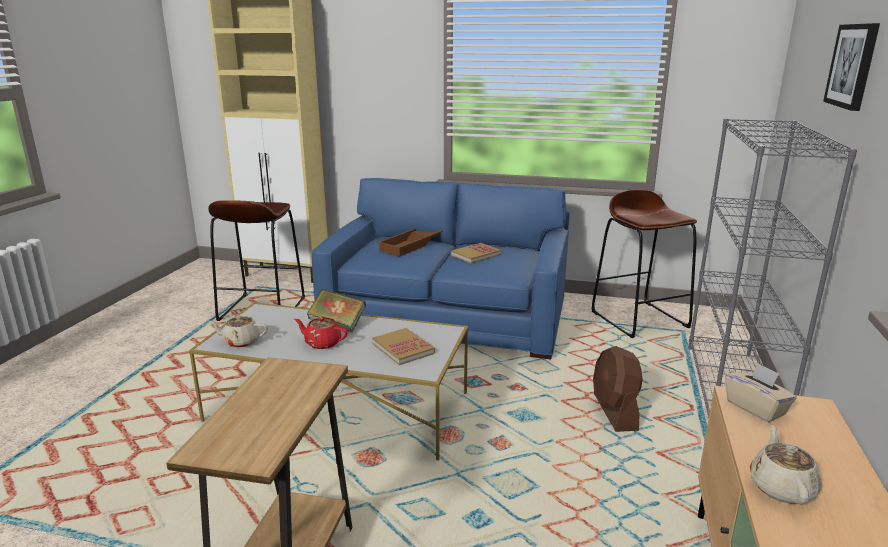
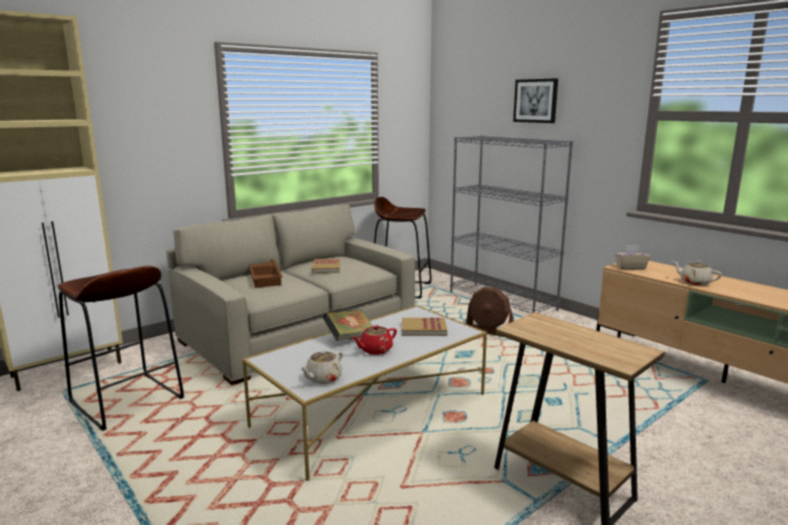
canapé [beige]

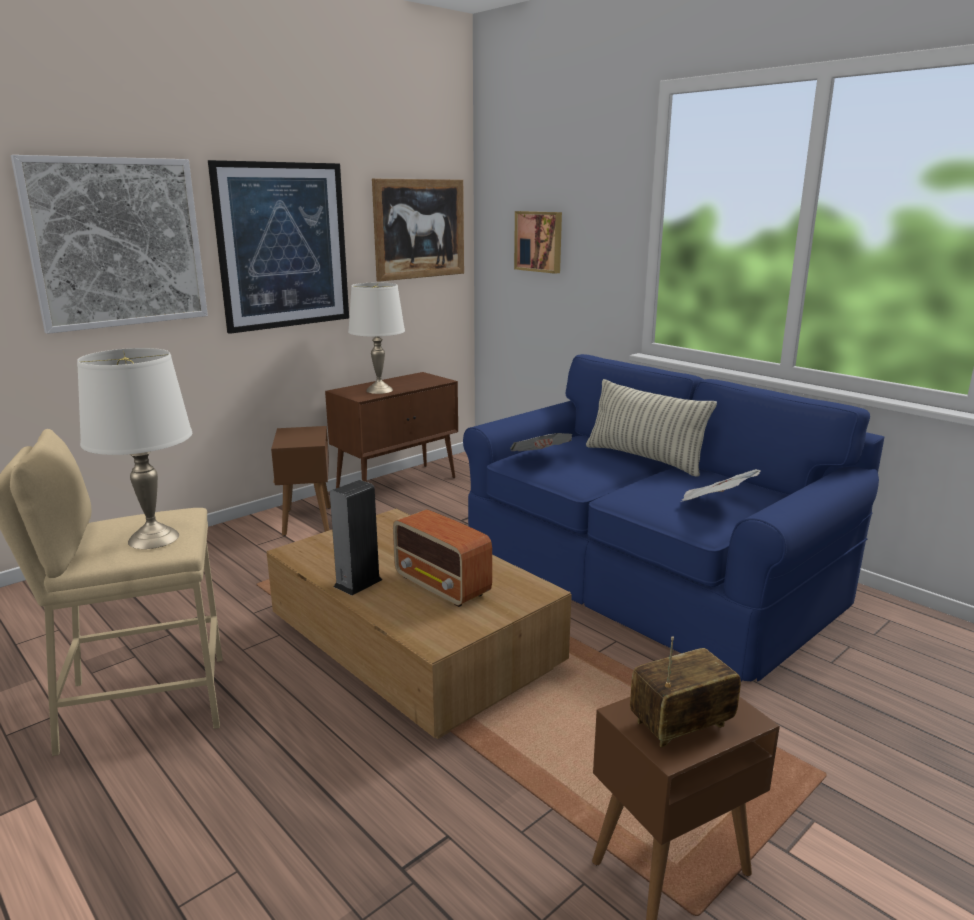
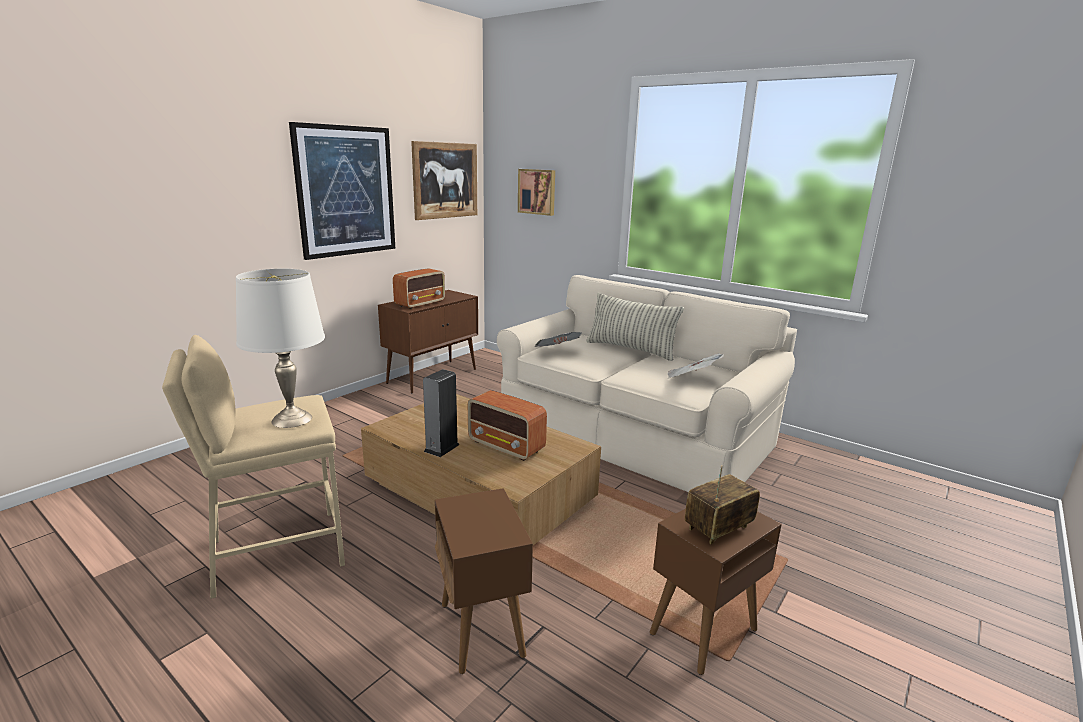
tableau (no. 1 from left in the first image)
table d'appoint [marron] (no. 1 from left)
radio (no. 1 from left)
canapé [beige]

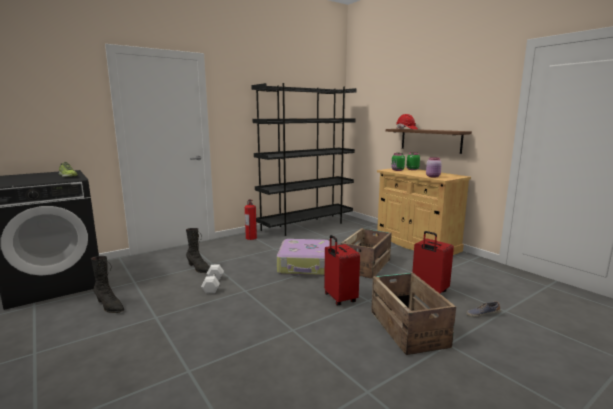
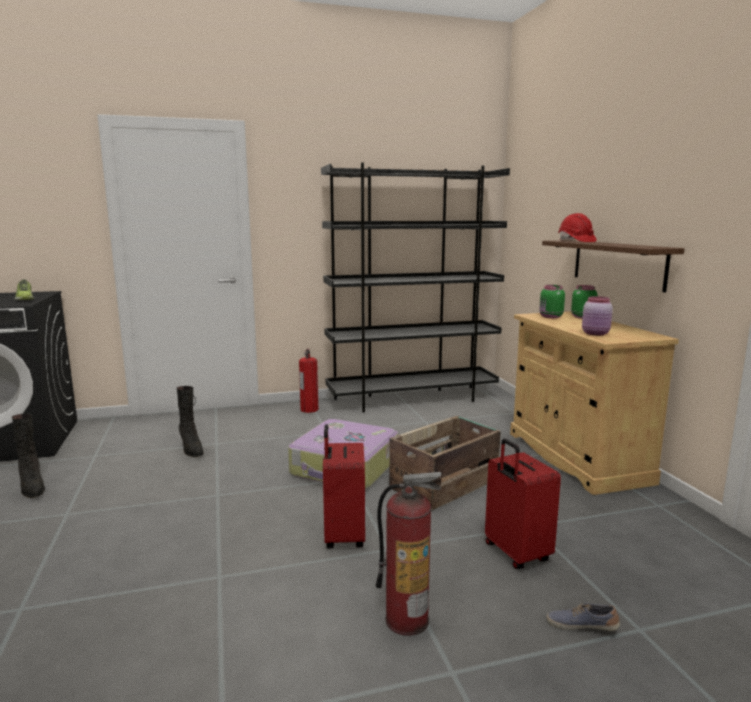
haltère [blanc]
extincteur (no. 2 from left)

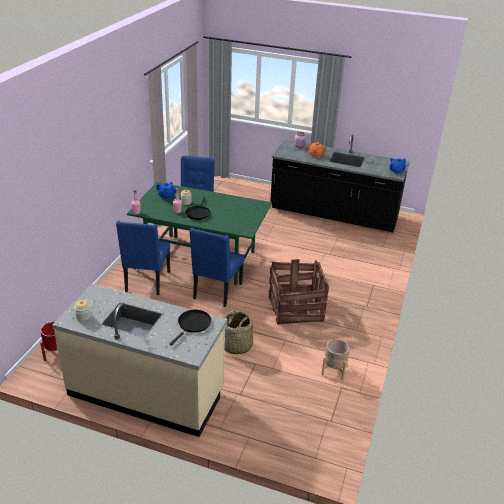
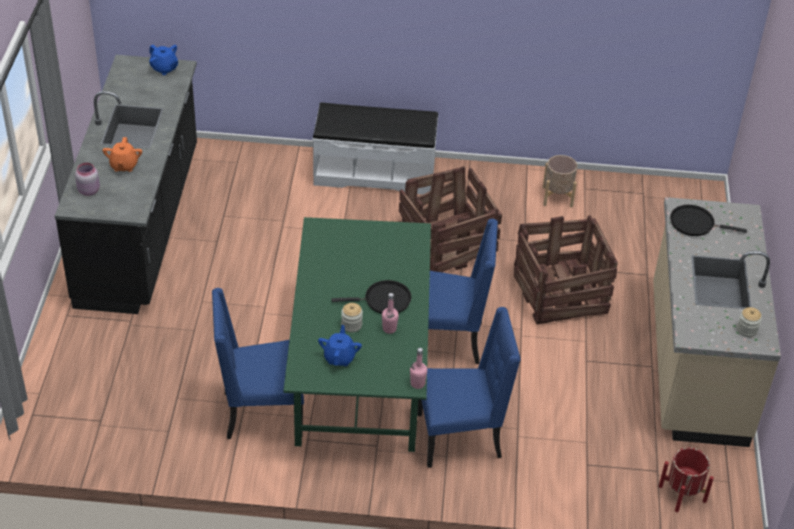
caisse (no. 2 from left)
banc [blanc]

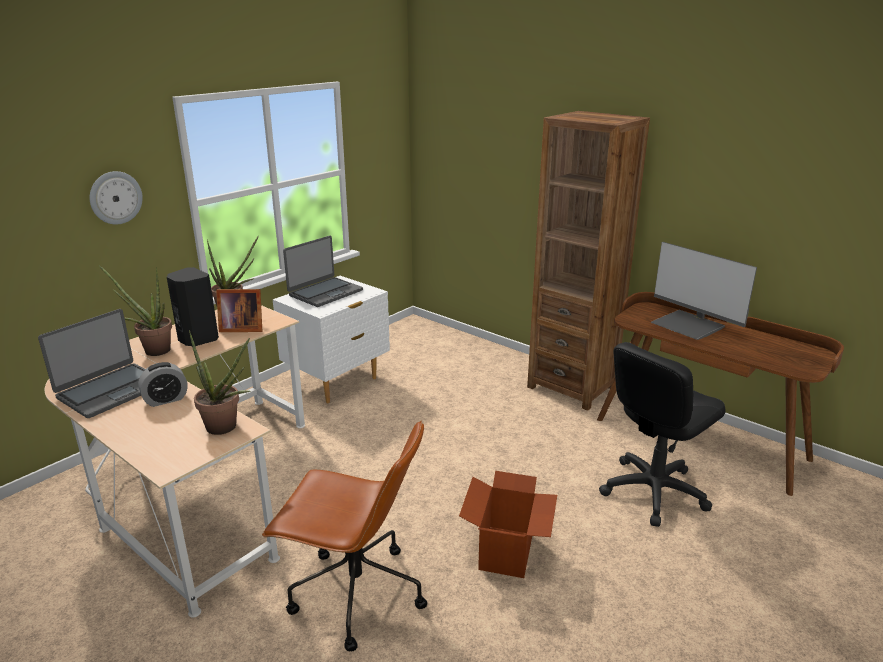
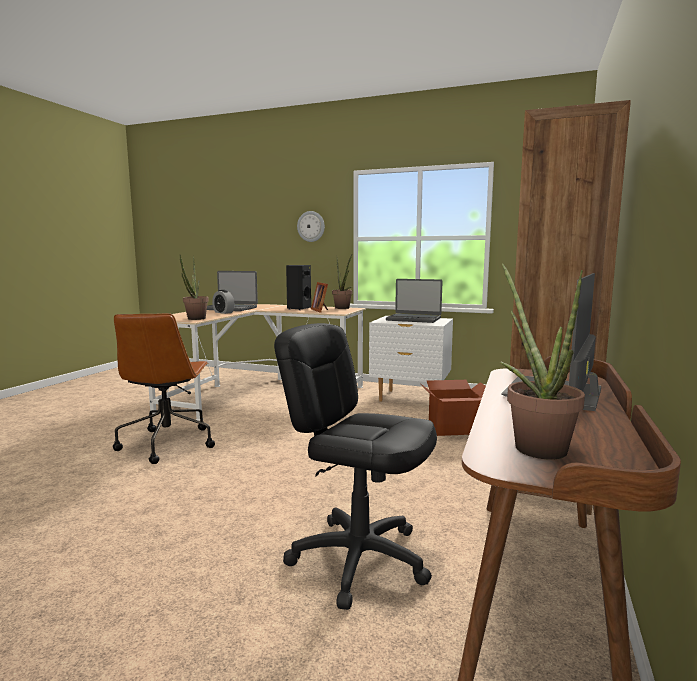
plante en pot (no. 3 from left)
carton

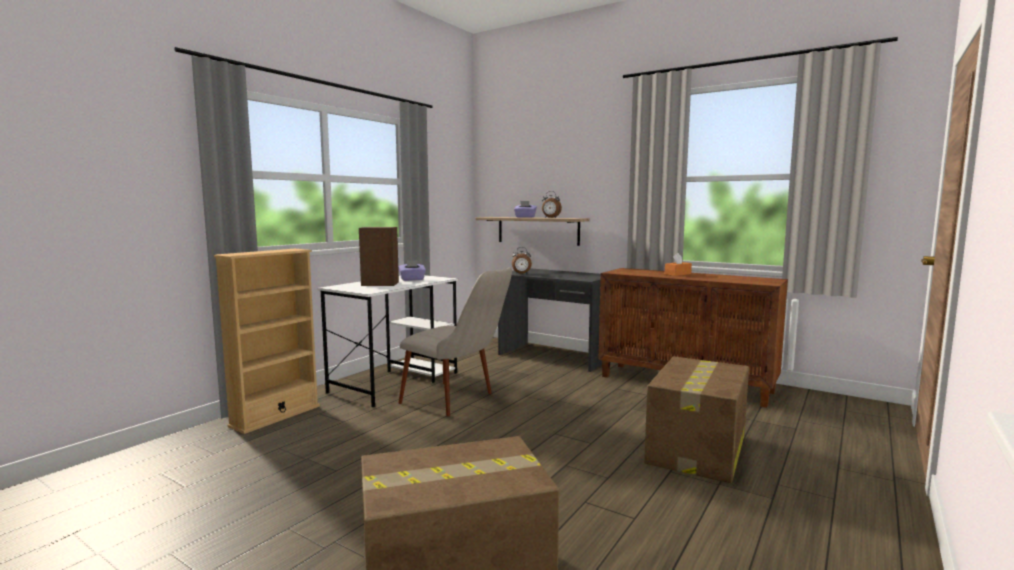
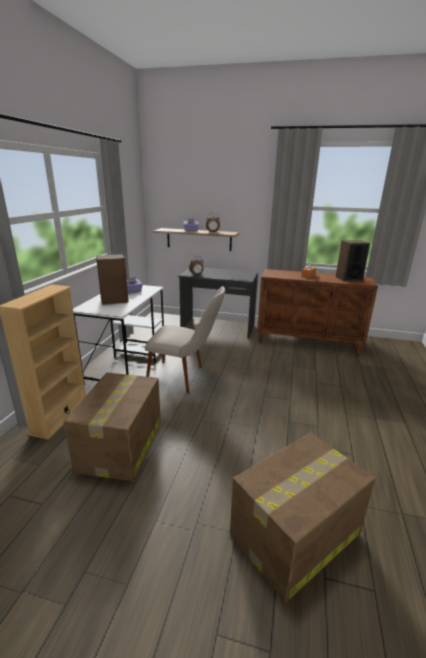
carton (no. 1 from left)
enceinte (no. 2 from left)

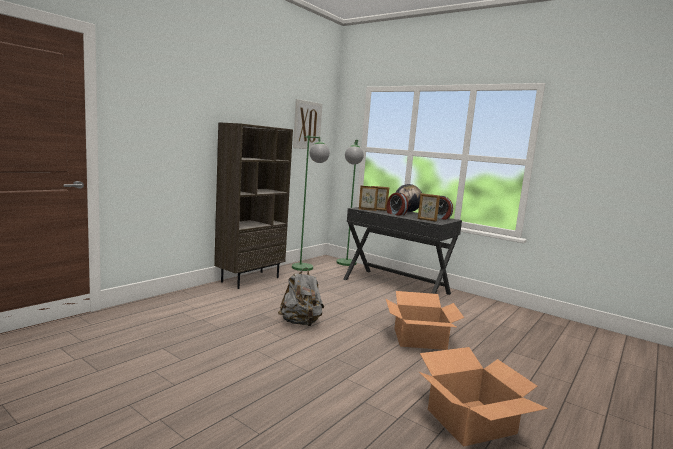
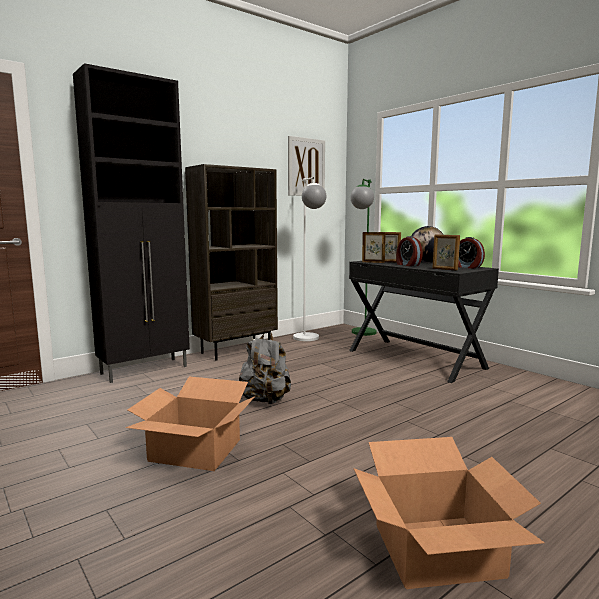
lampadaire [blanc]
carton (no. 1 from left)
meuble de rangement [noir]

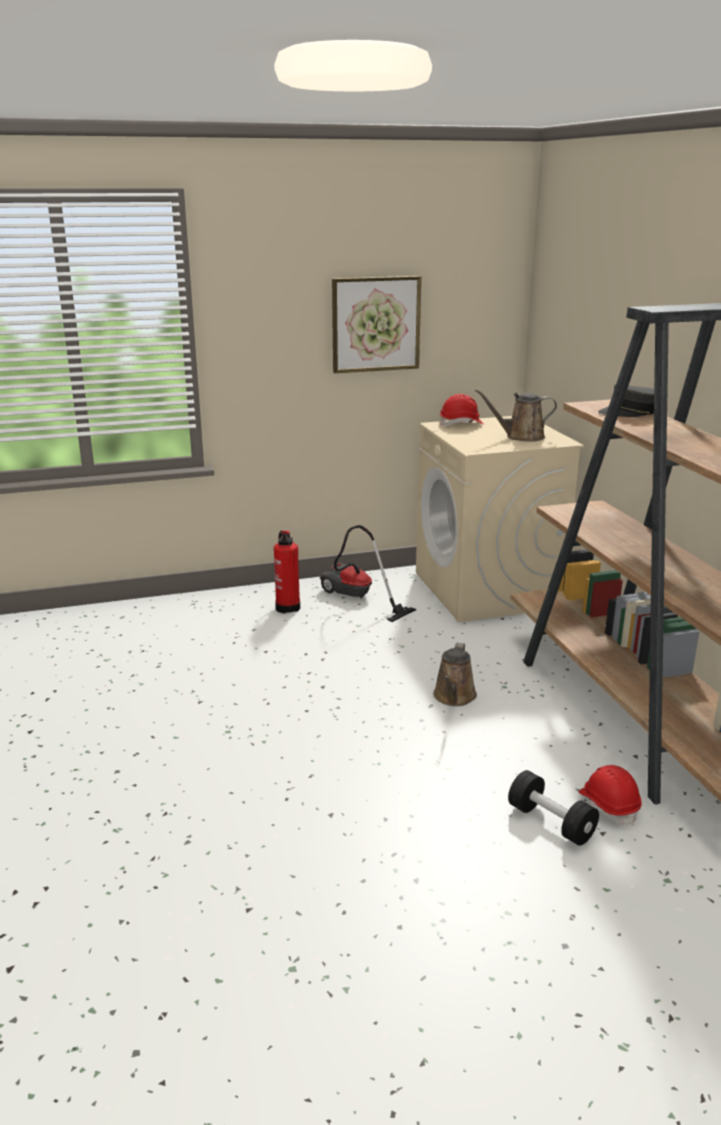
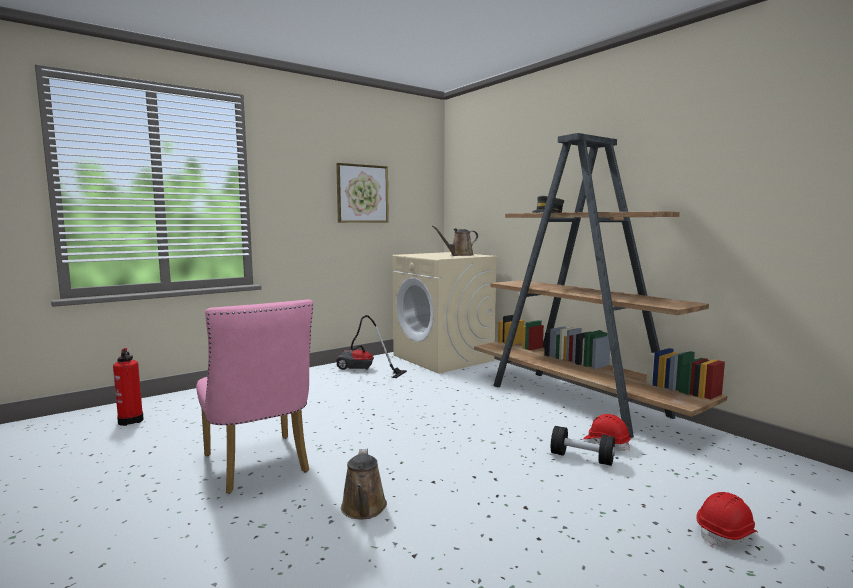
extincteur
arrosoir [marron] (no. 1 from left)
casque de chantier [rouge] (no. 2 from left)
chaise [rose]

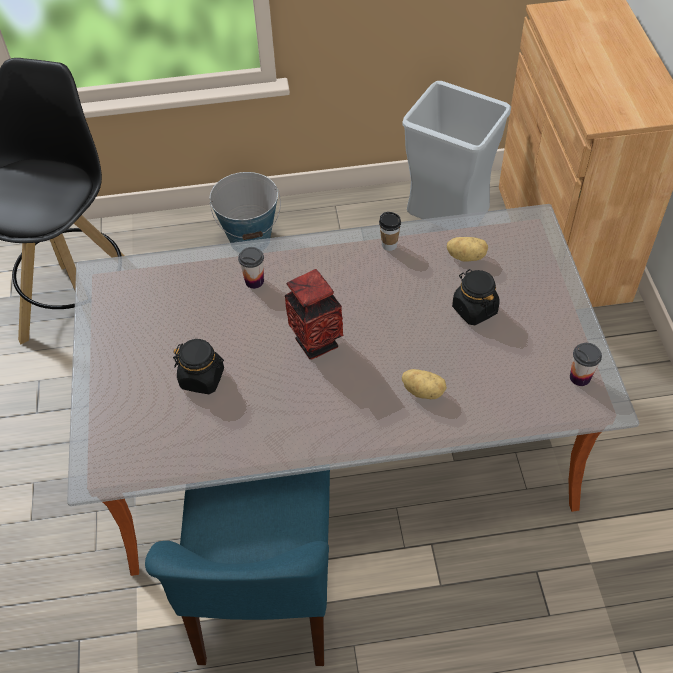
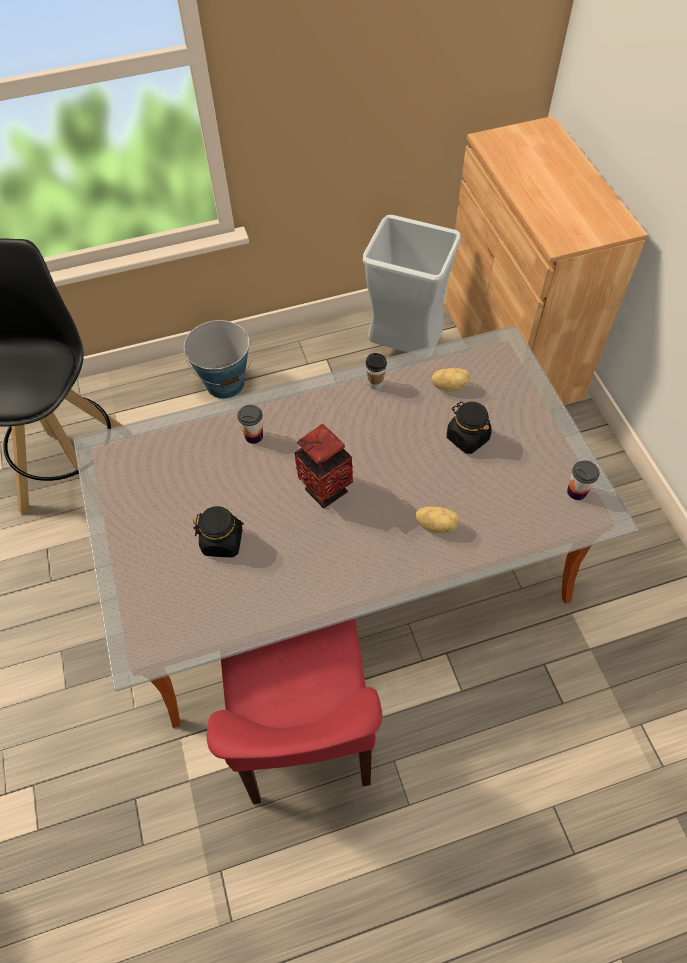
chaise [rouge]

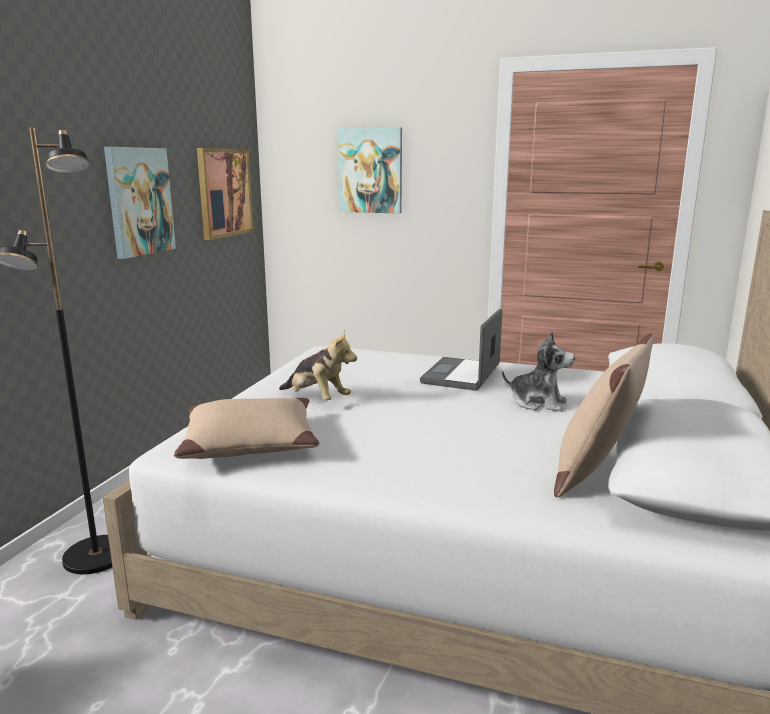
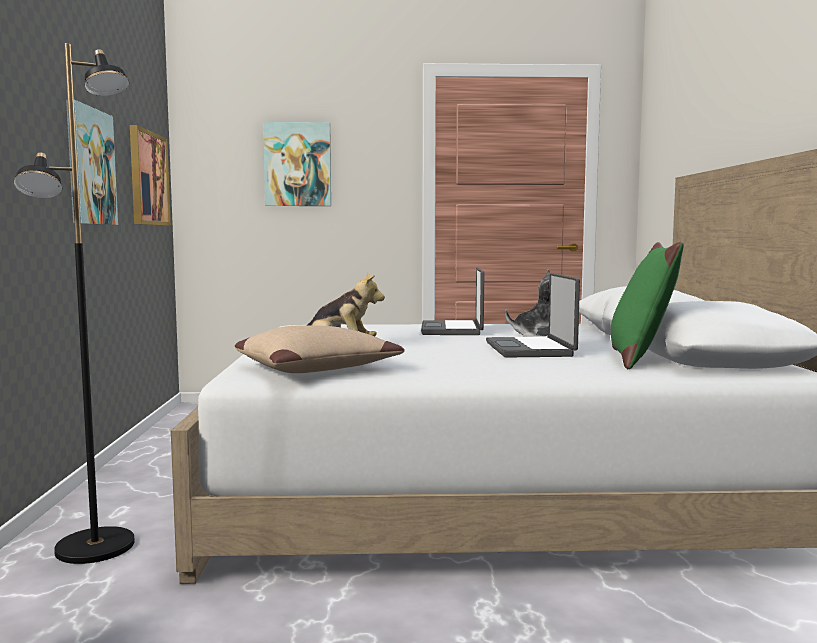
coussin [vert]
ordinateur portable (no. 2 from left)

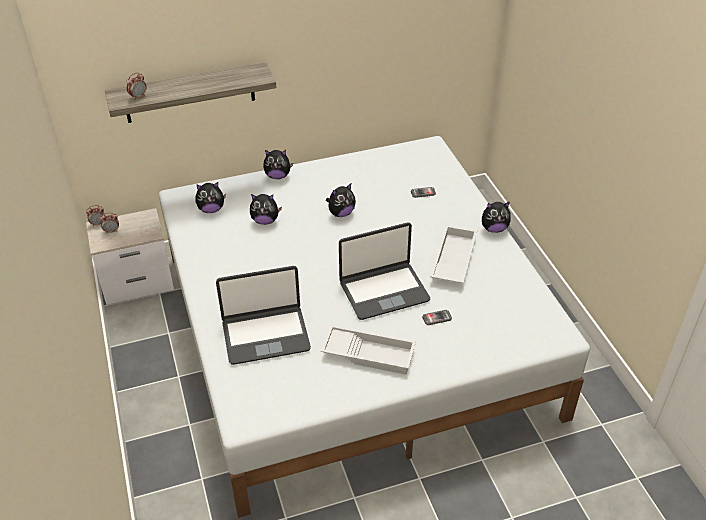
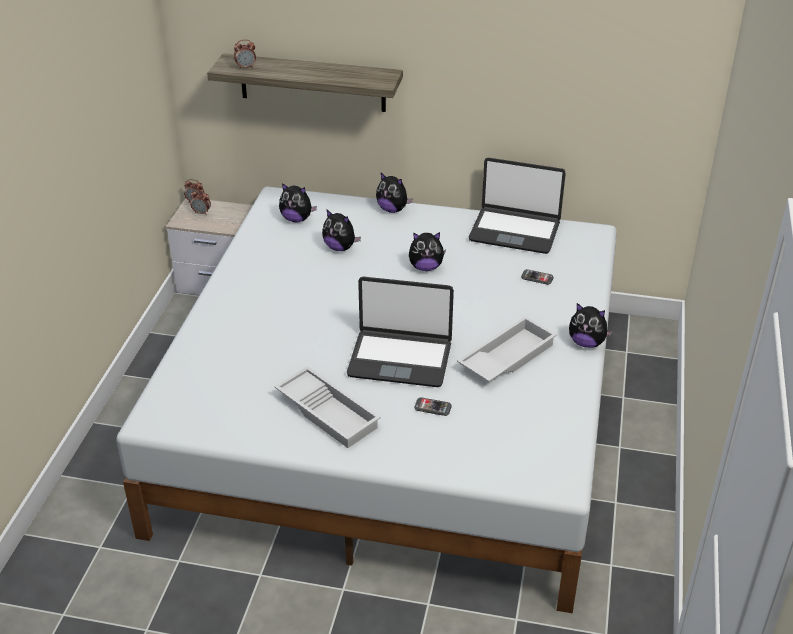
ordinateur portable (no. 2 from left)

